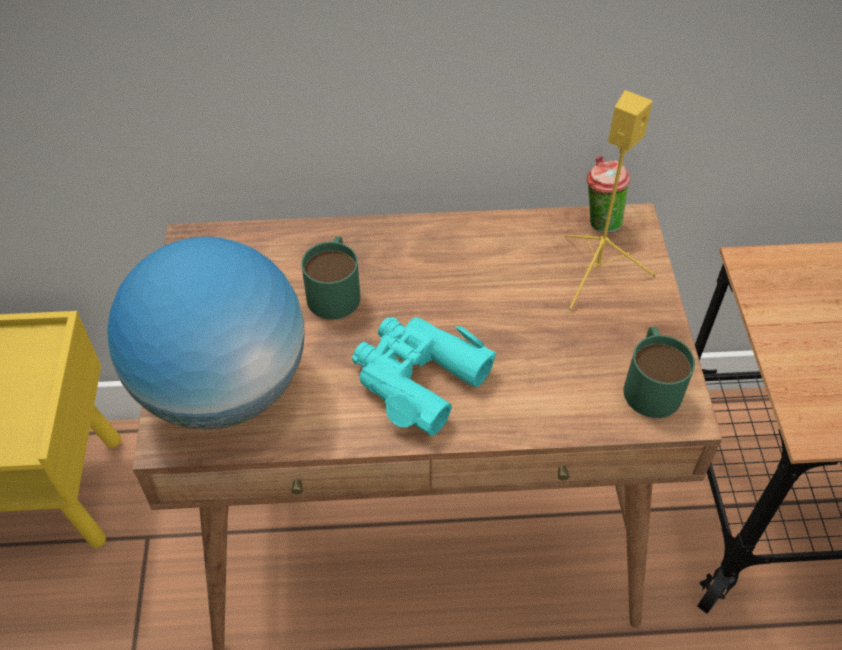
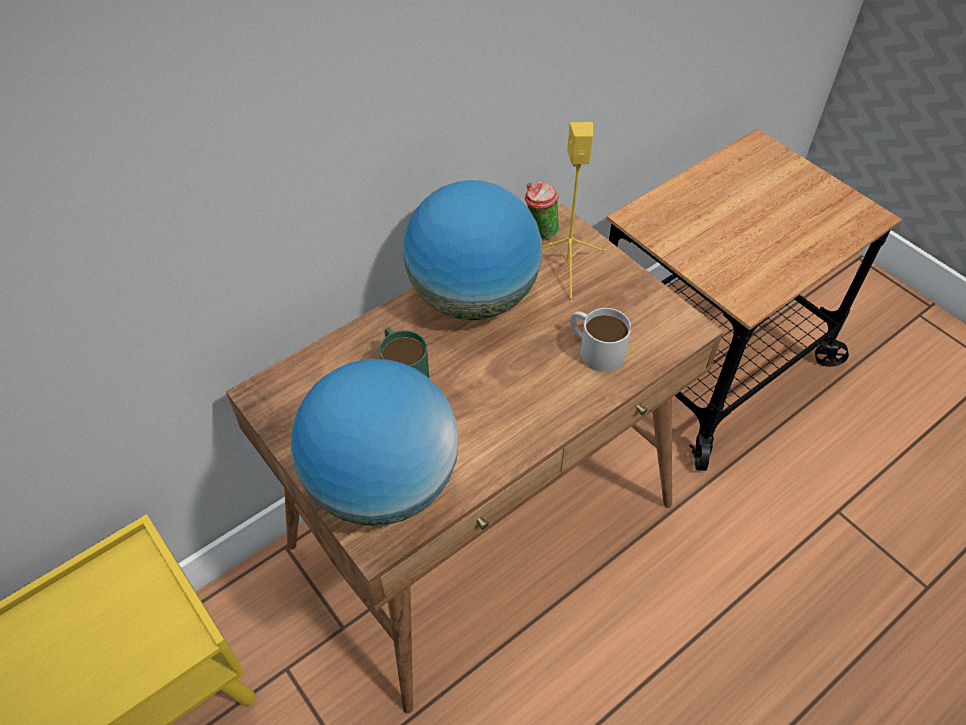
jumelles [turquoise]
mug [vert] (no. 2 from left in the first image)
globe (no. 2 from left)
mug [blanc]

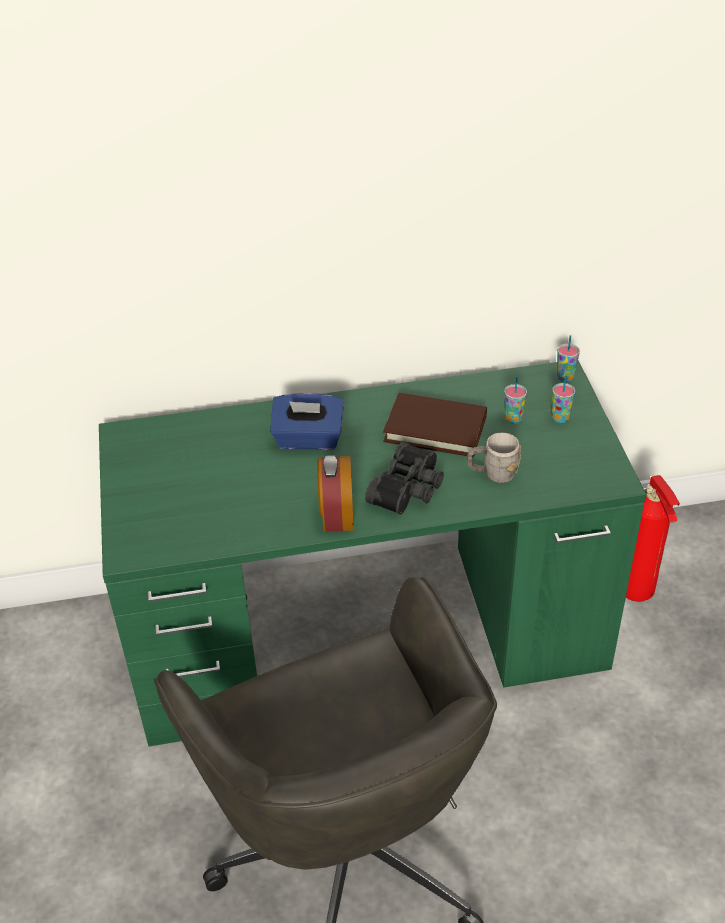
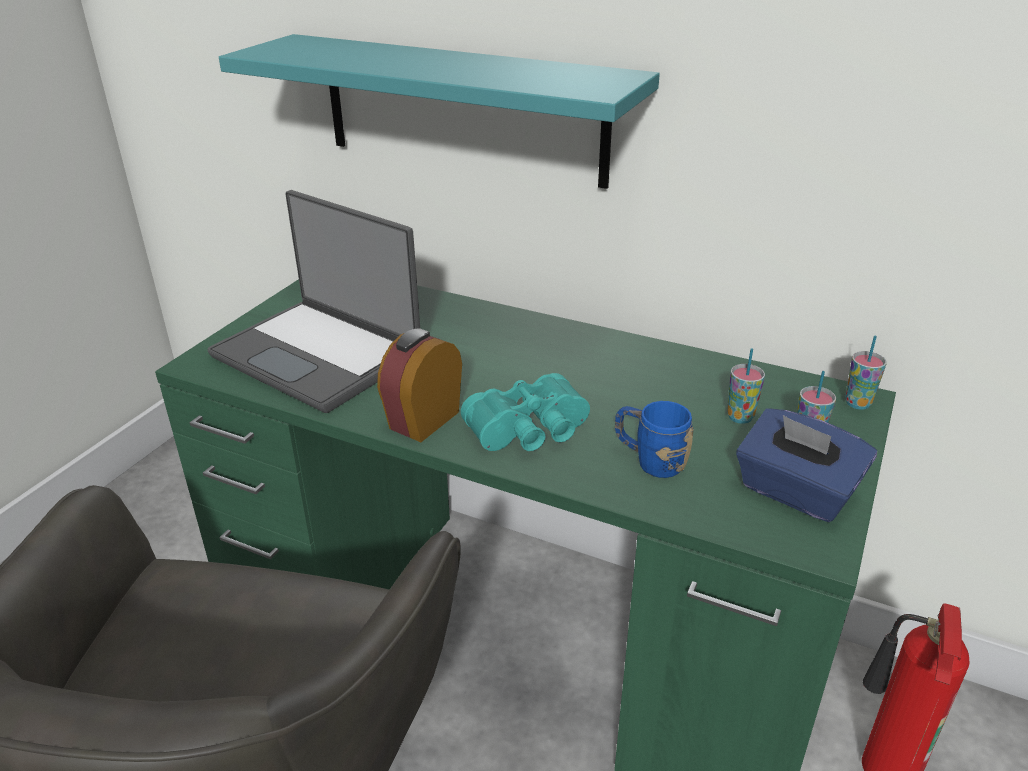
boîte à mouchoirs [bleu]
jumelles [turquoise]
livre [marron]
mug [bleu]
ordinateur portable
étagère [turquoise]

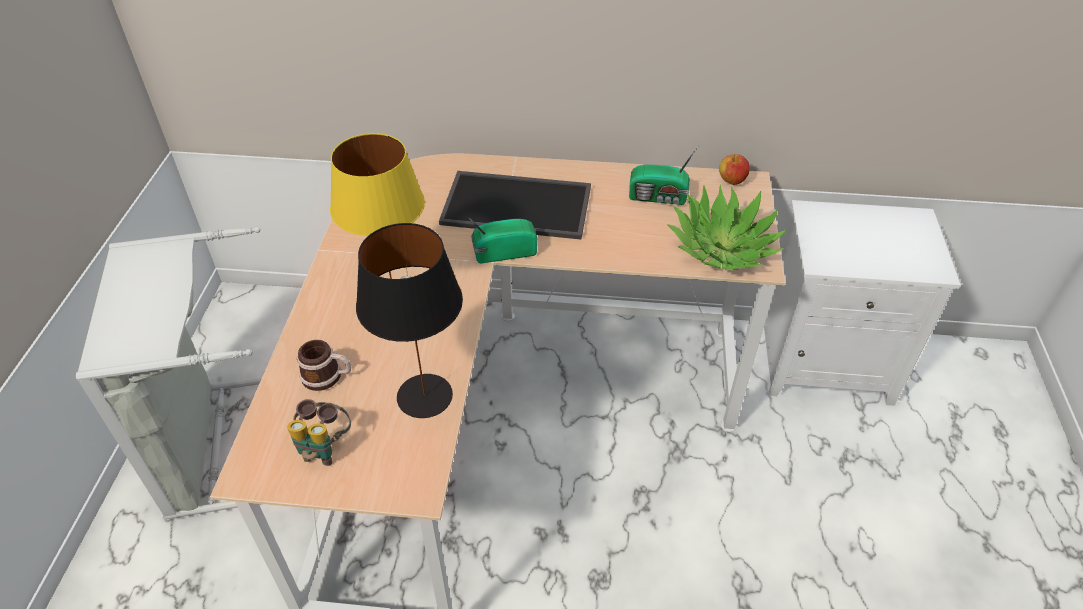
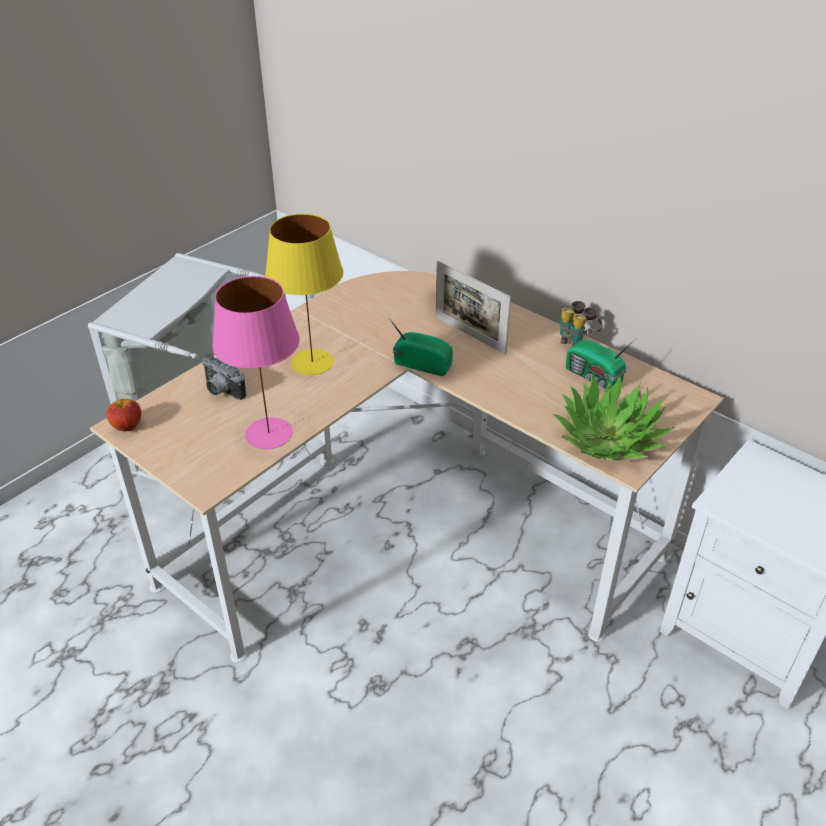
jumelles
appareil photo
lampe de table [rose]
cadre photo
pomme

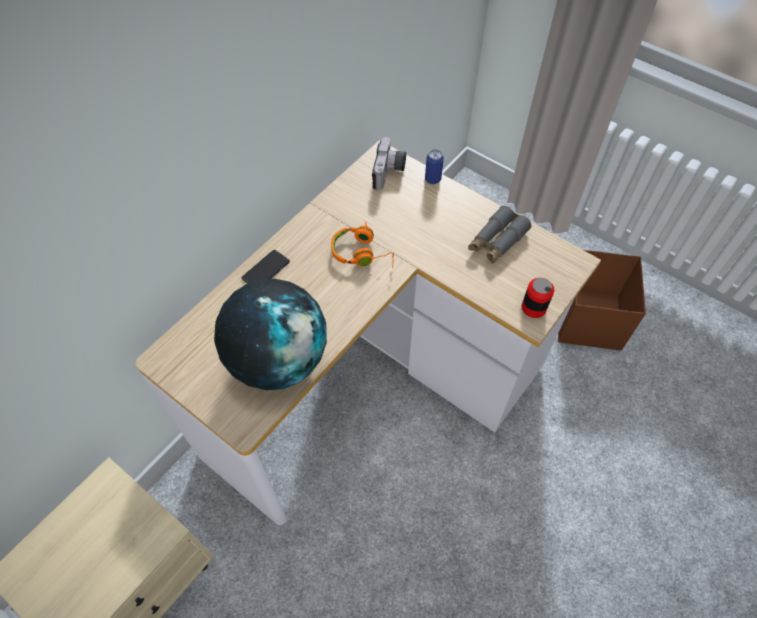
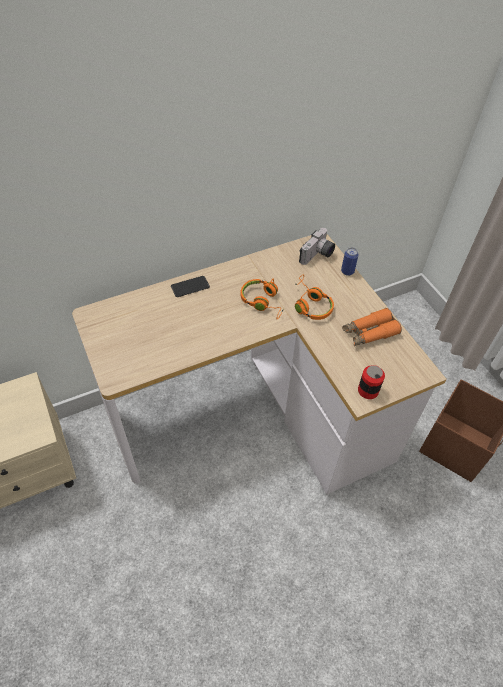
globe
jumelles [orange]
casque audio [orange] (no. 2 from left)

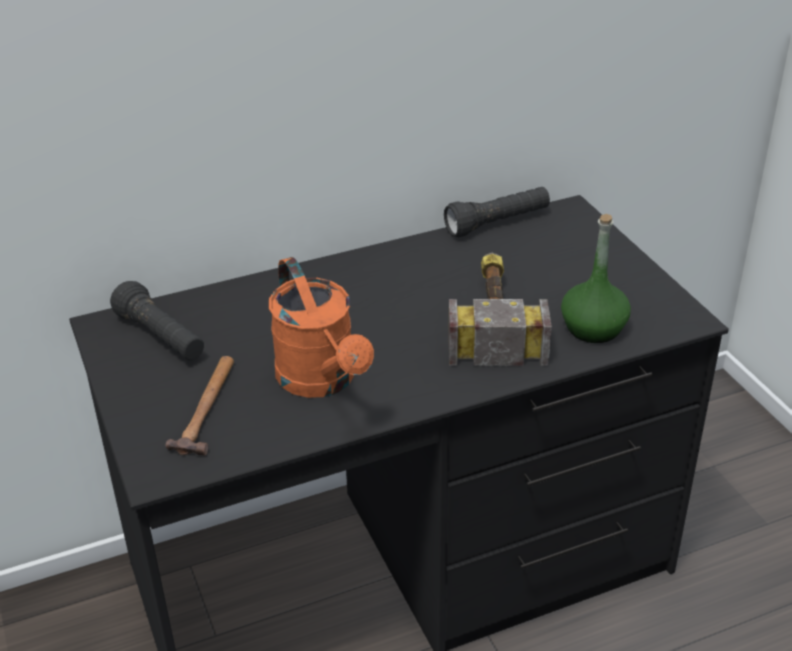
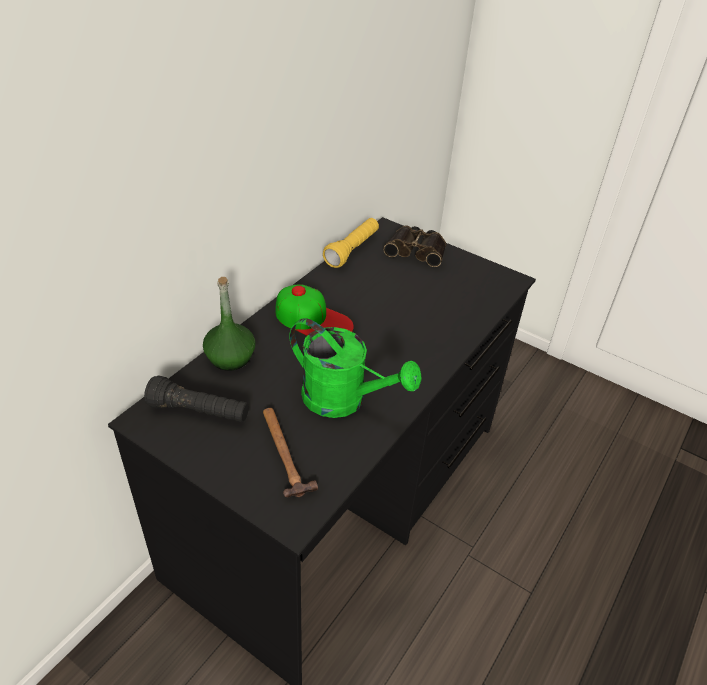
arrosoir [vert]
lampe de poche [jaune]
marteau (no. 2 from left in the first image)
bouteille [vert]
casquette
jumelles

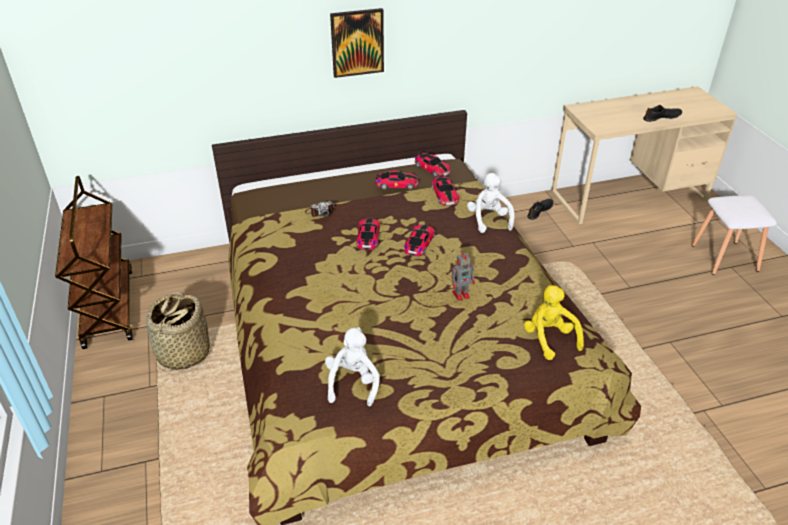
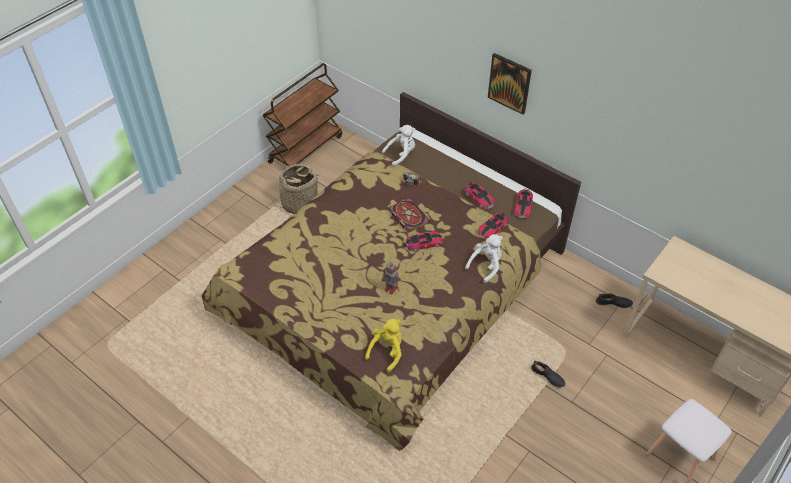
peluche [blanc] (no. 1 from left)
livre
chaussure [noir] (no. 1 from left)

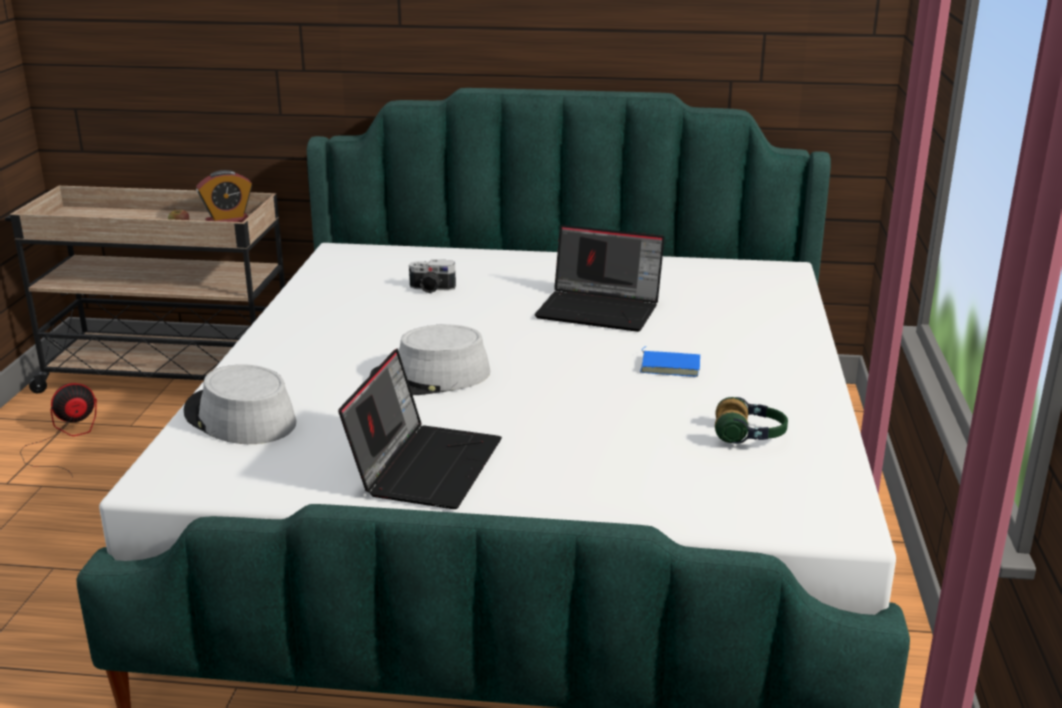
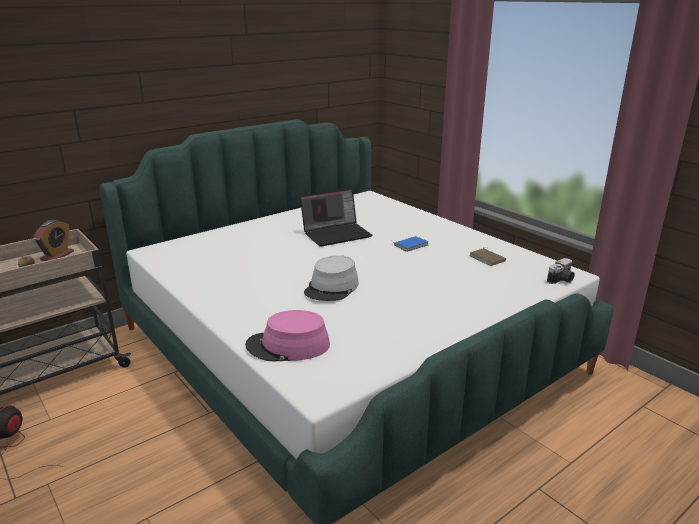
chapeau [rose]
ordinateur portable (no. 1 from left in the first image)
appareil photo
livre [marron]

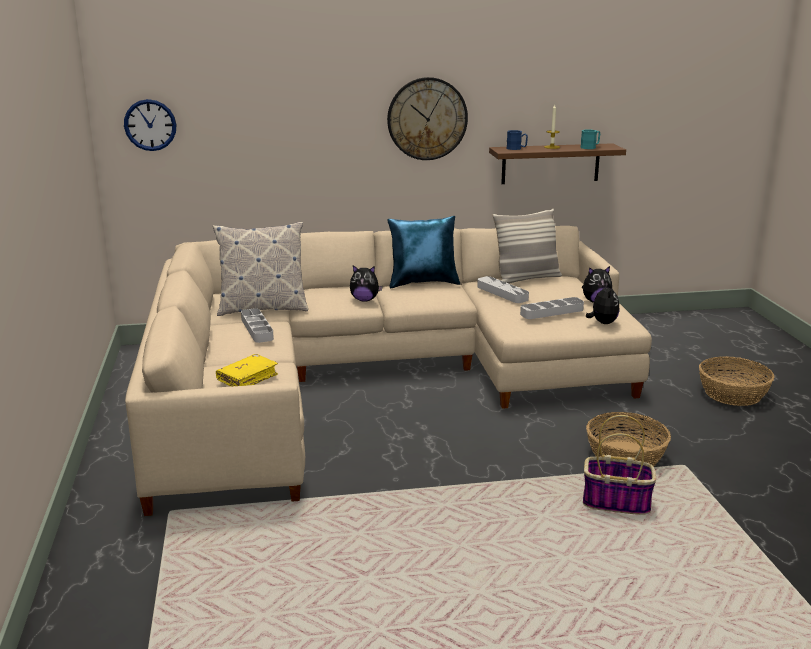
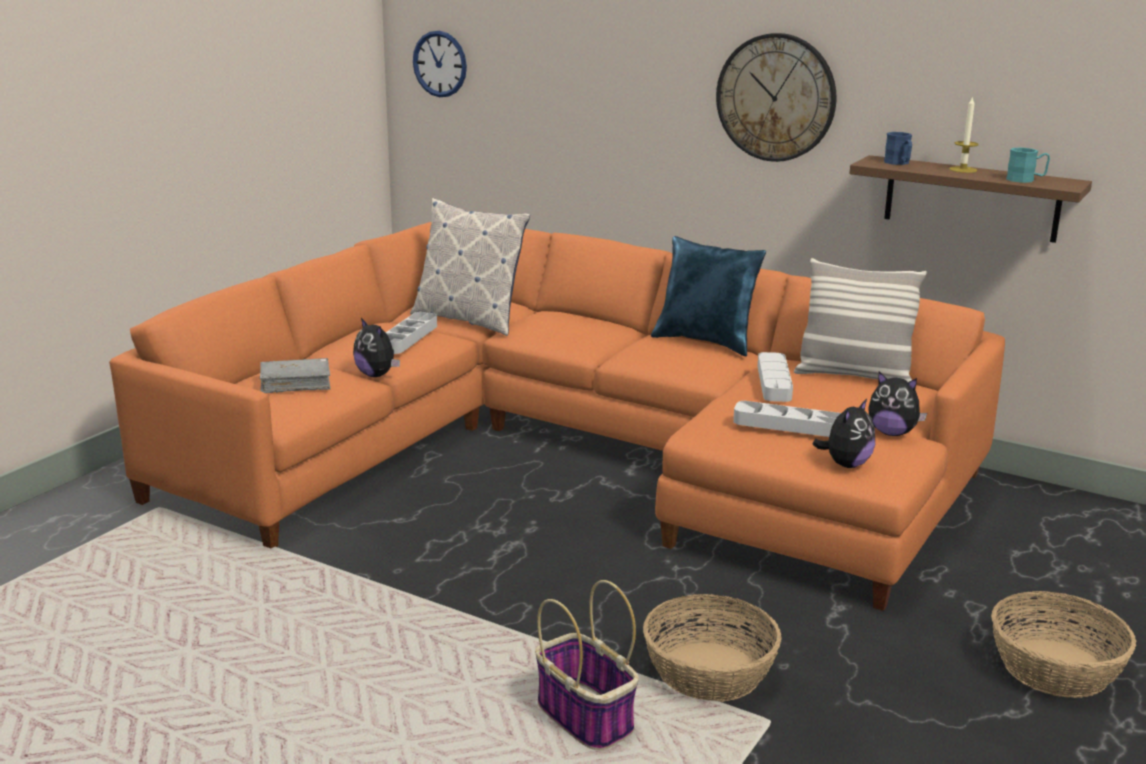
canapé [orange]
livre [gris]
peluche (no. 1 from left)

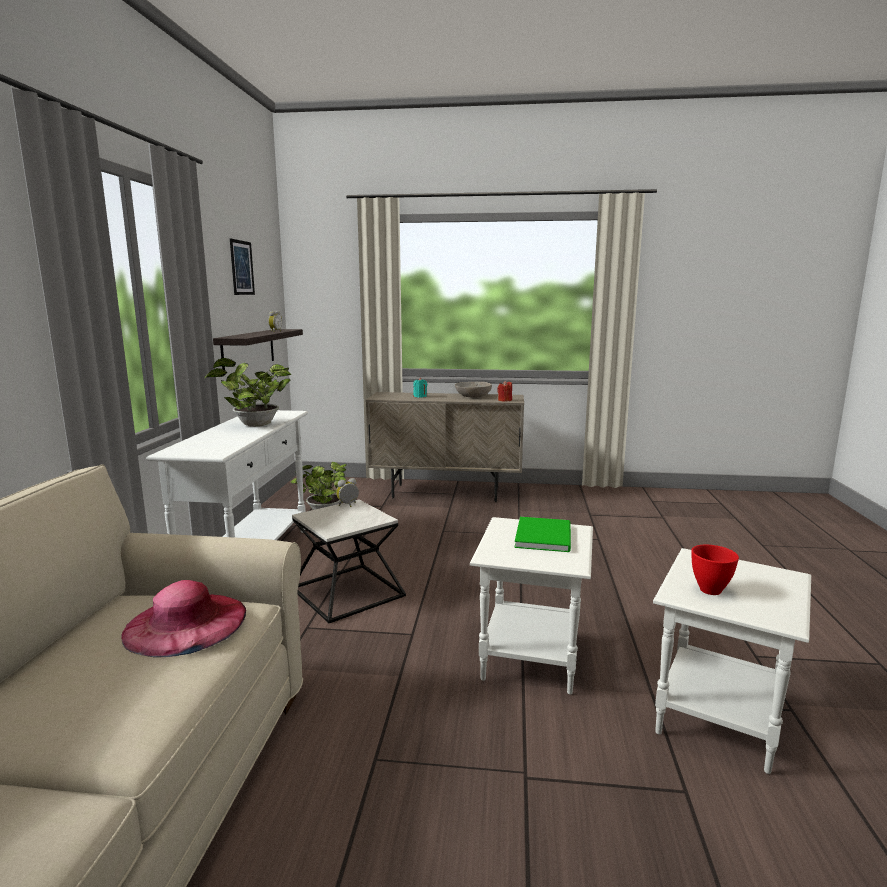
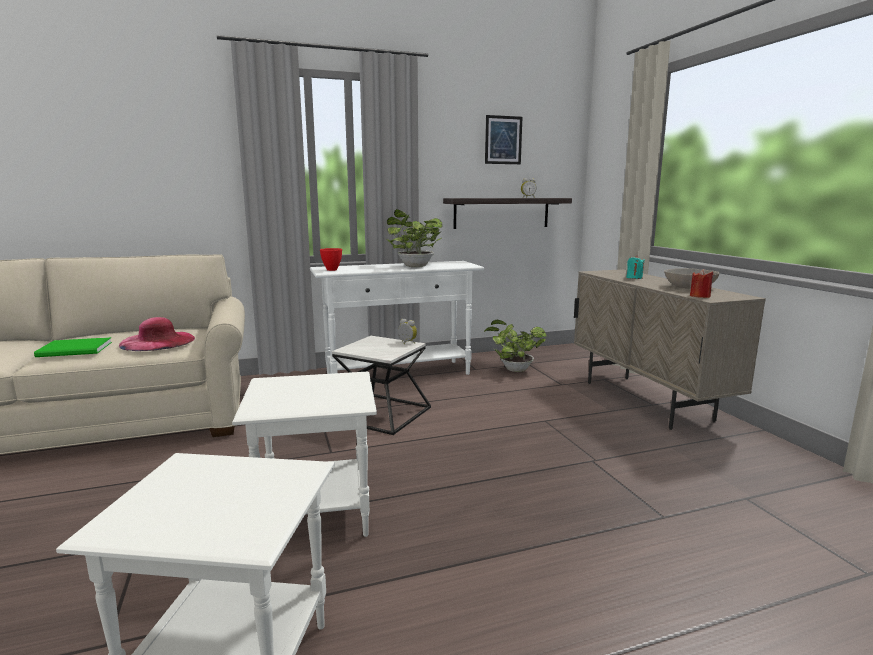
livre [vert]
bol [rouge]

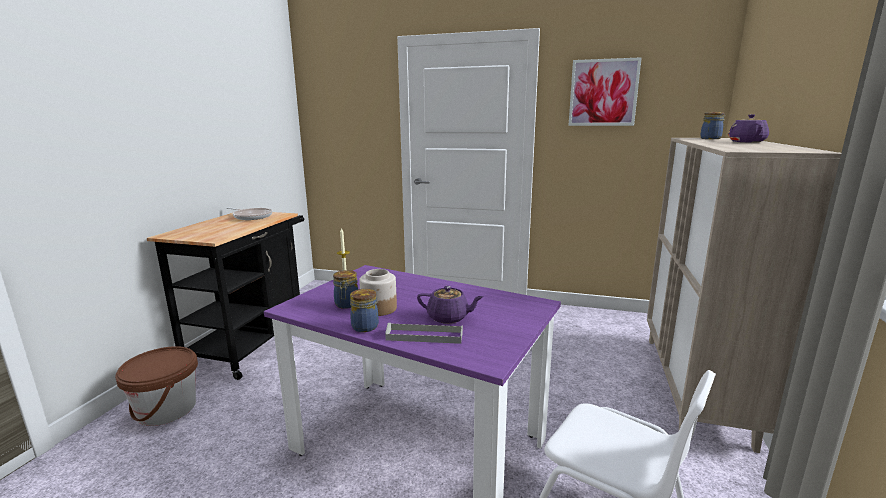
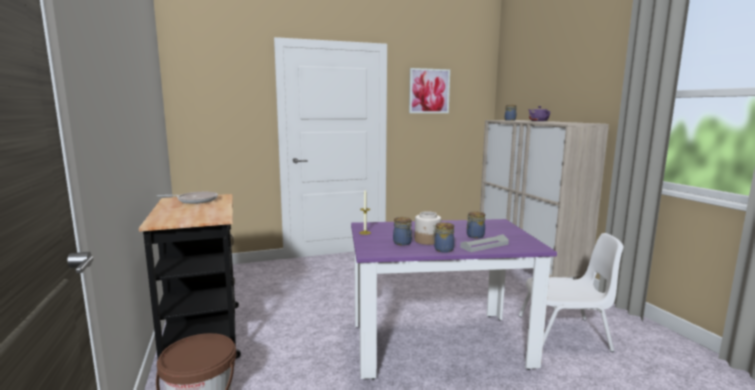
bocal (no. 4 from left)

